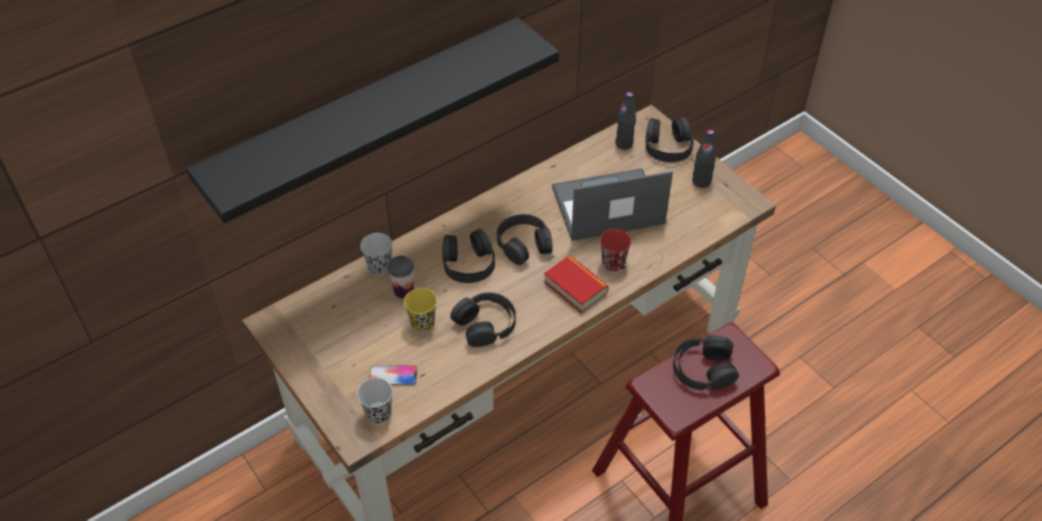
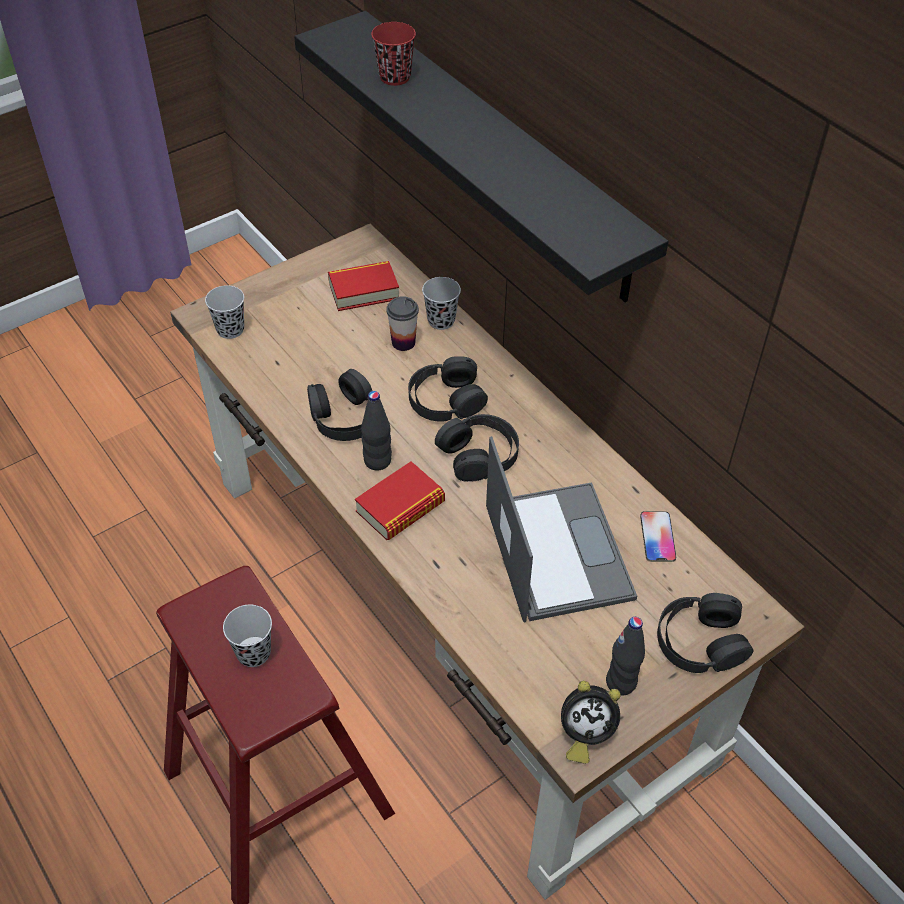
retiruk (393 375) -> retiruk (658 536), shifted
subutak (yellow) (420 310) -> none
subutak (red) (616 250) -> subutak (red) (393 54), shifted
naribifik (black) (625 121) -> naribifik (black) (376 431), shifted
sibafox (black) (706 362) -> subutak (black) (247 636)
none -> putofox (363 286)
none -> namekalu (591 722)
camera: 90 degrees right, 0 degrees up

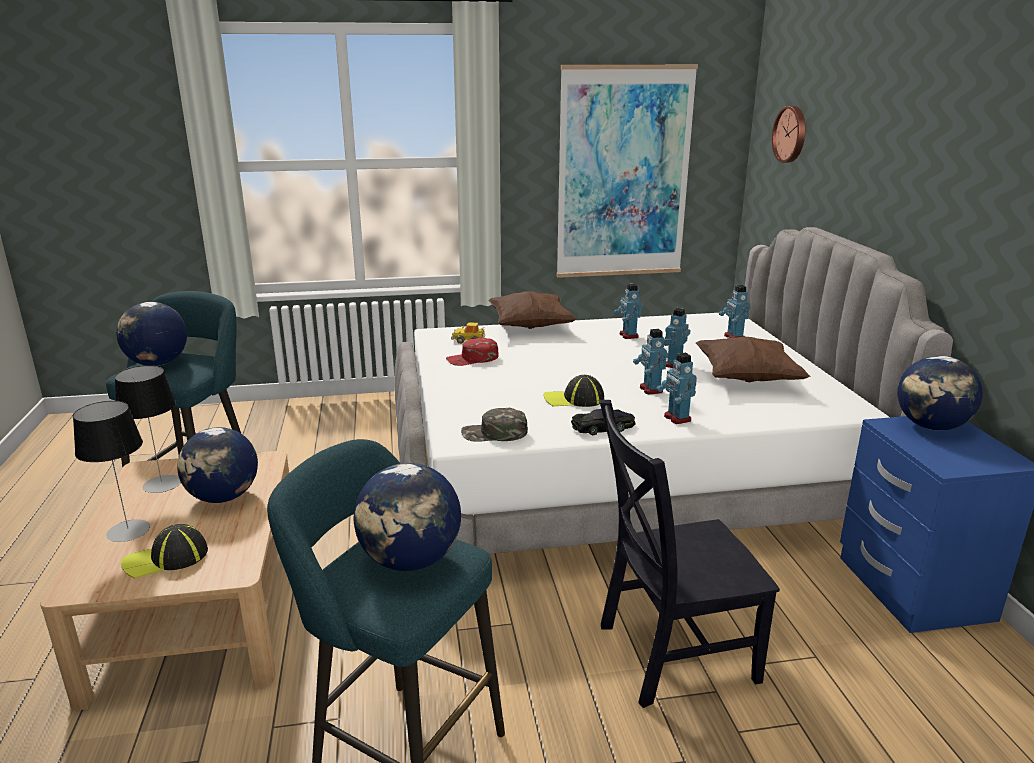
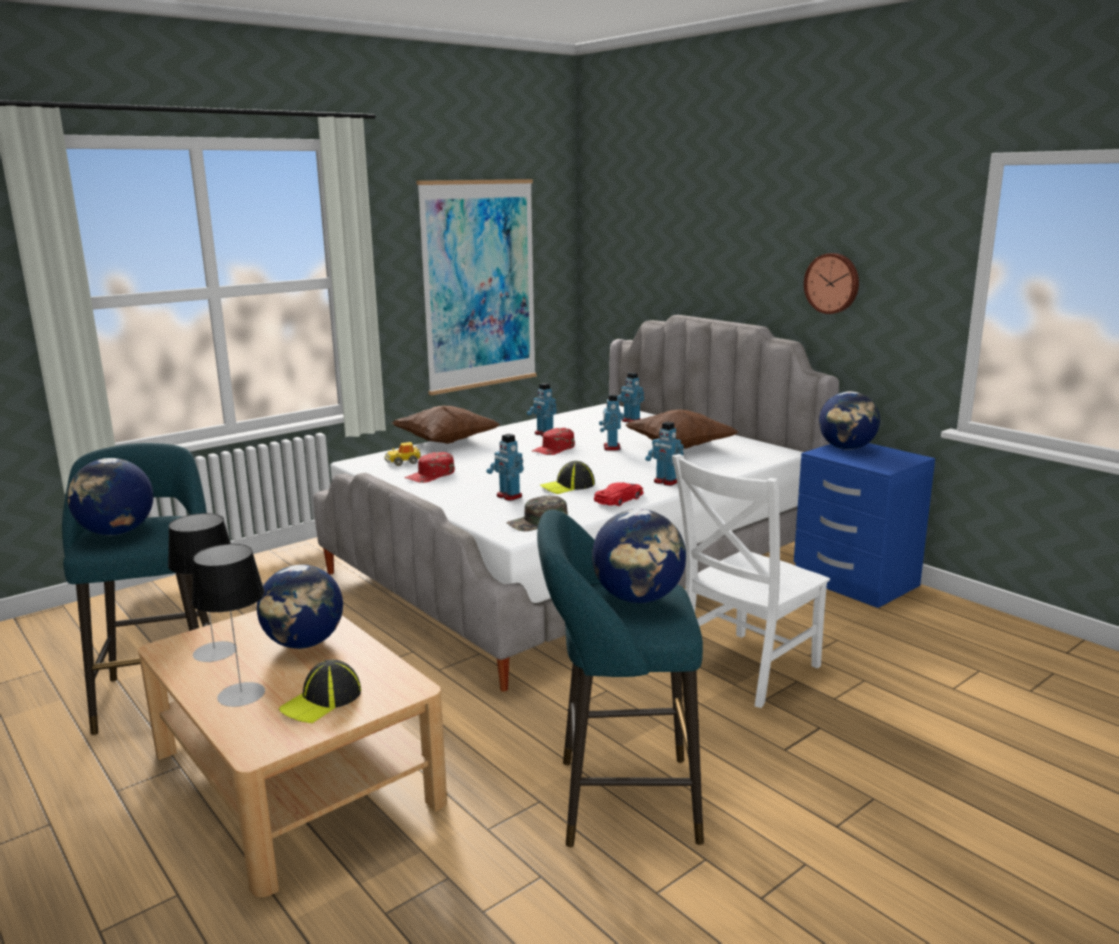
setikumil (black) (603 422) -> setikumil (red) (618 494)
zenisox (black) (689 554) -> zenisox (white) (751 581)
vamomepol (651 361) -> vamomepol (505 467), shifted
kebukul (788 134) -> kebukul (831 283), shifted
none -> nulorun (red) (553 441)
camera: 30 degrees left, 5 degrees down

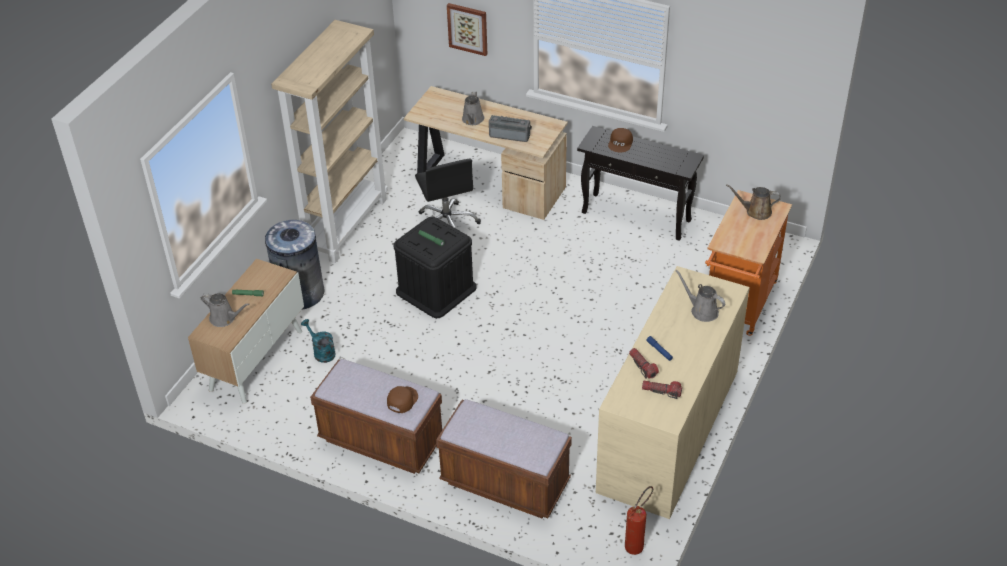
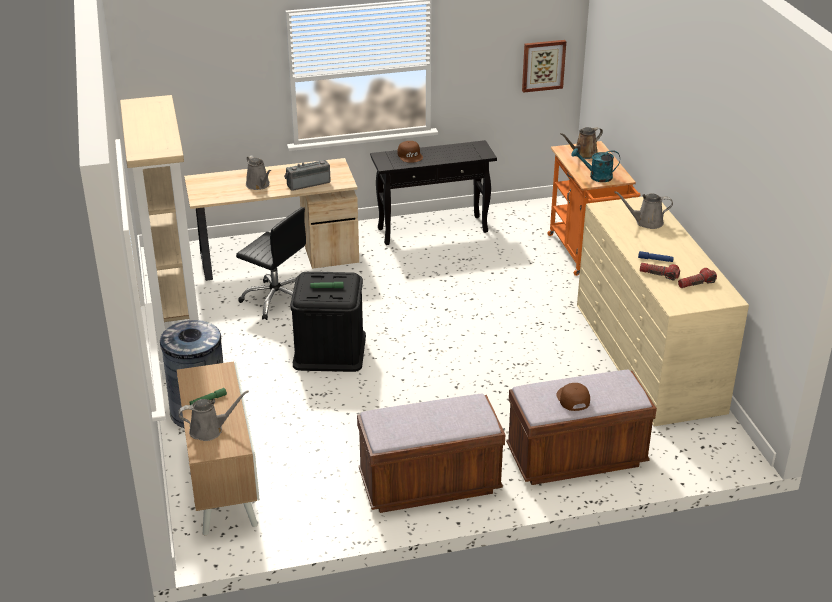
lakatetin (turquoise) (318 341) -> lakatetin (turquoise) (595 165), shifted
nulorun (brown) (402 399) -> nulorun (brown) (573 397), shifted
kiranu (467 29) -> kiranu (544 66), shifted
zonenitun (639 520) -> none
camera: 40 degrees left, 10 degrees down

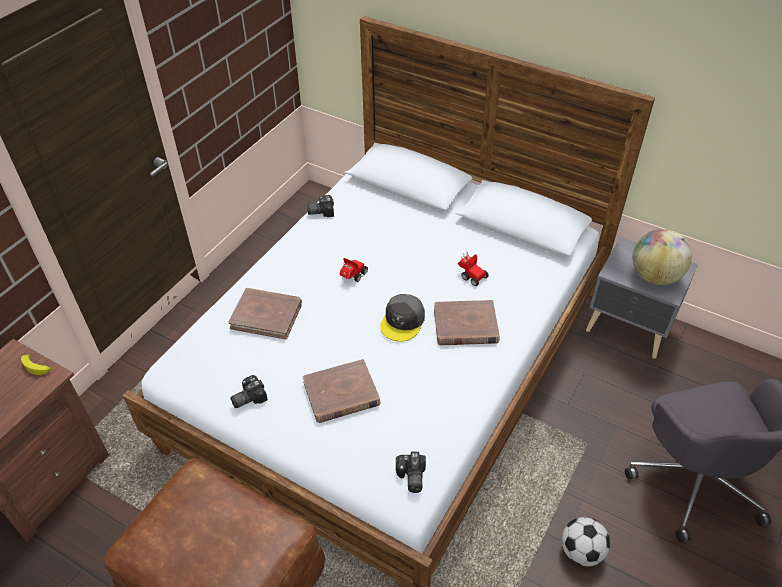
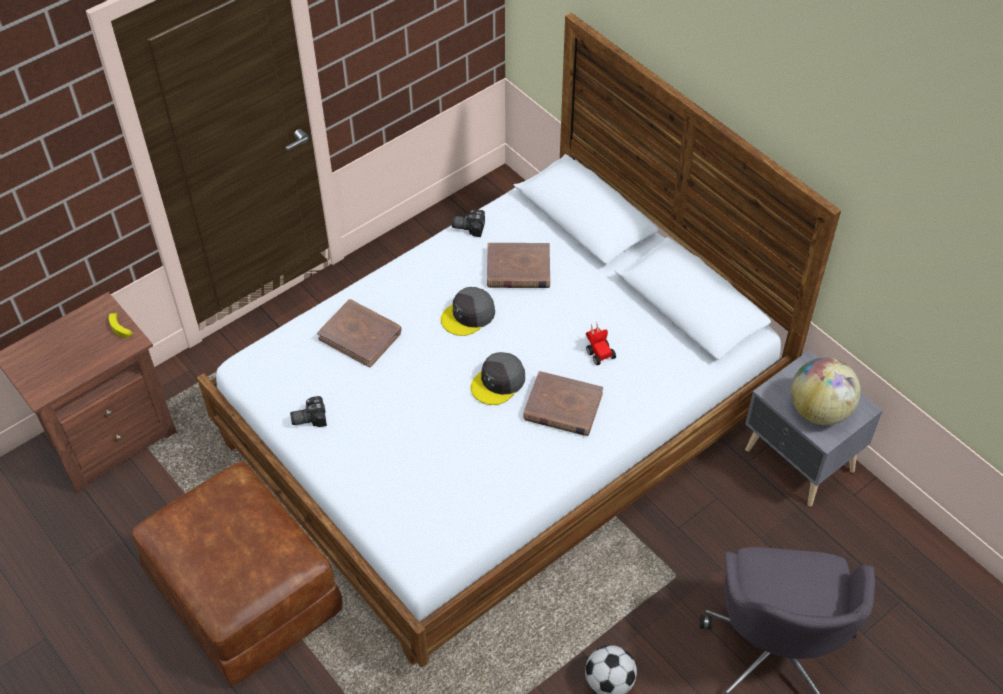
putofox (brown) (341 391) -> putofox (brown) (518 265), shifted
setikumil (354 270) -> nulorun (grey) (468 311)
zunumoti (411 472) -> none
camera: 20 degrees right, 5 degrees up

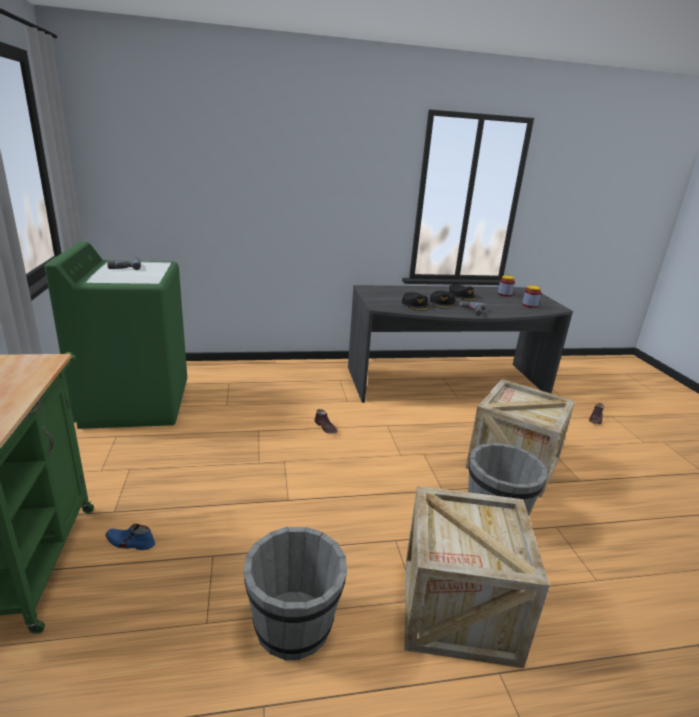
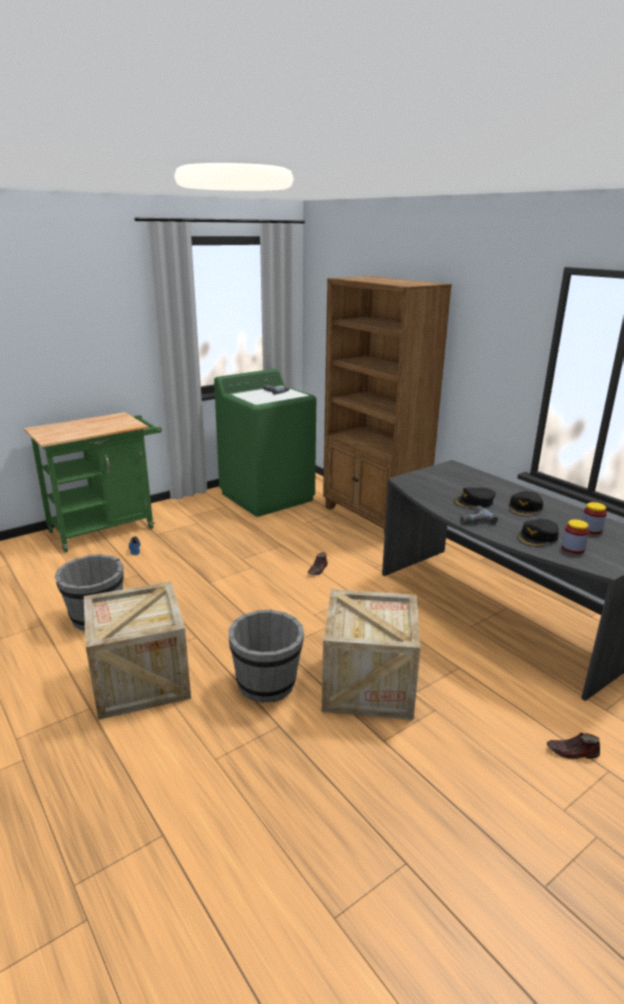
nulorun (black) (416 301) -> nulorun (black) (538 533), shifted
none -> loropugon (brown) (387 406)
camera: 65 degrees right, 0 degrees up

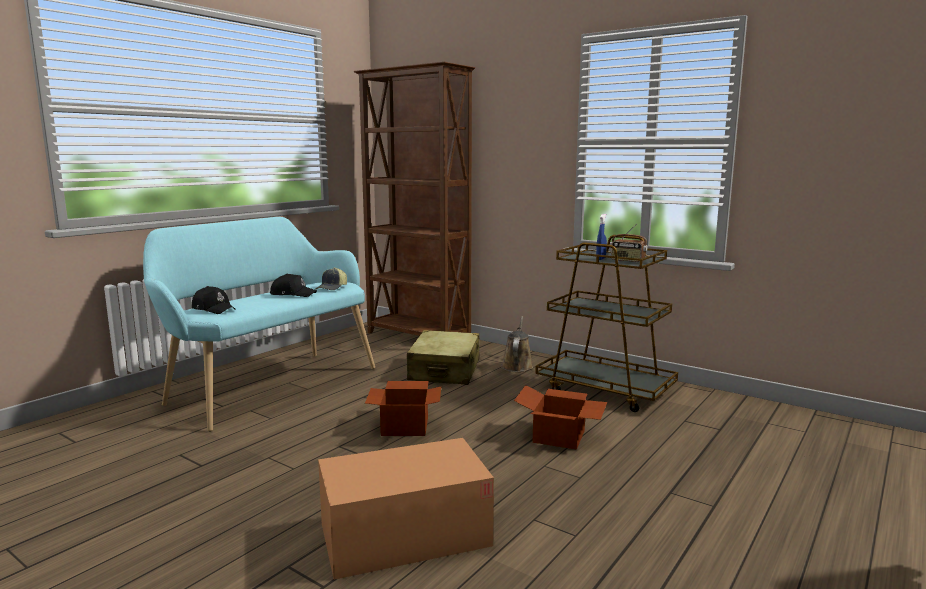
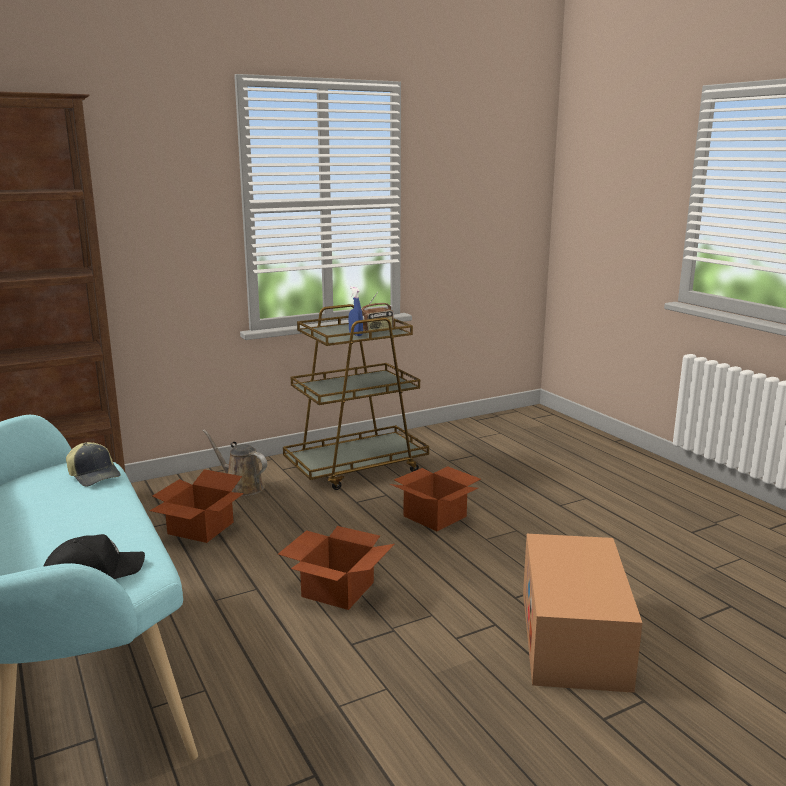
nulorun (black) (293 285) -> none
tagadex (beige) (443 357) -> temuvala (197 506)
camera: 65 degrees left, 5 degrees up

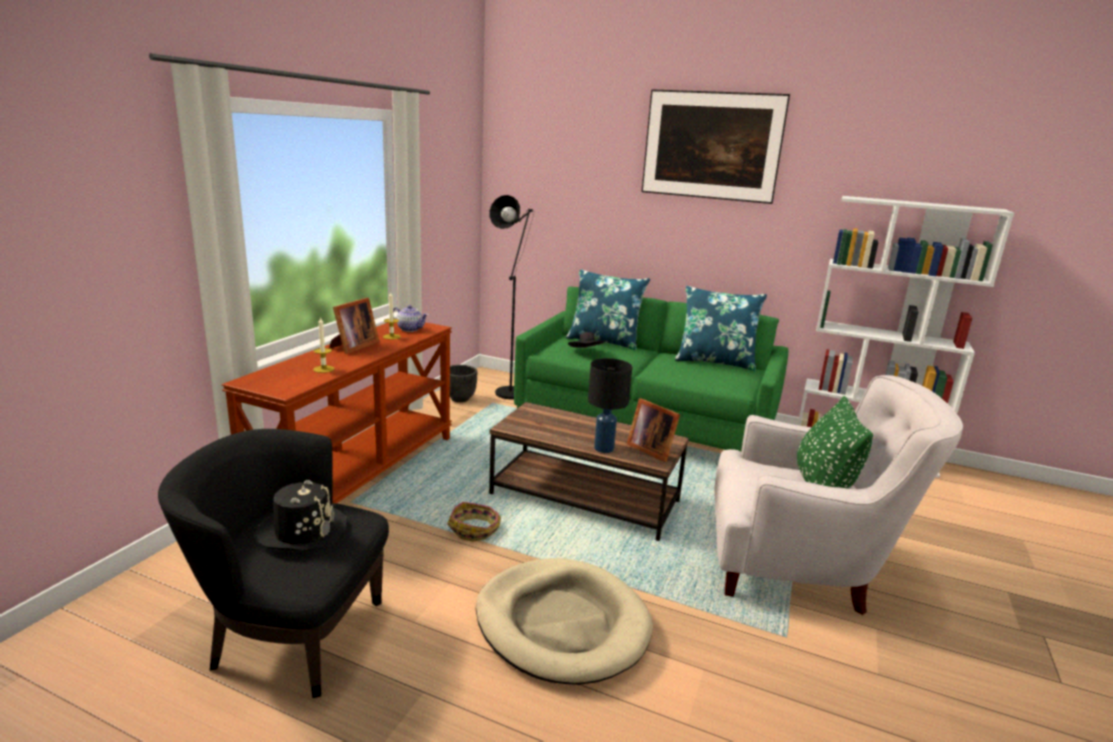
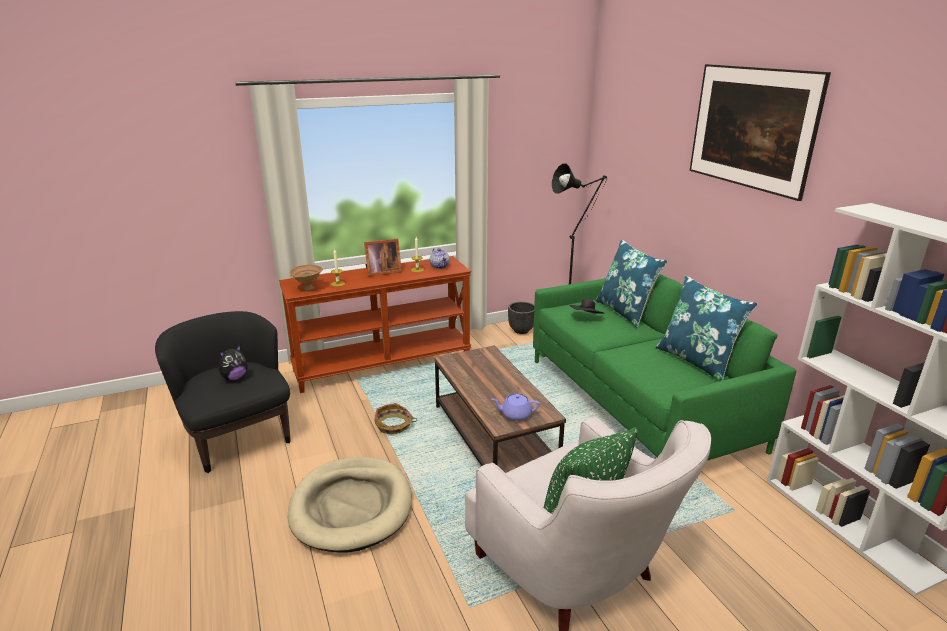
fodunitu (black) (300 515) -> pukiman (233 363)
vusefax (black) (610 405) -> none
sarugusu (653 430) -> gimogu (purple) (516 407)
none -> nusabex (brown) (306 278)
camera: 45 degrees right, 5 degrees up

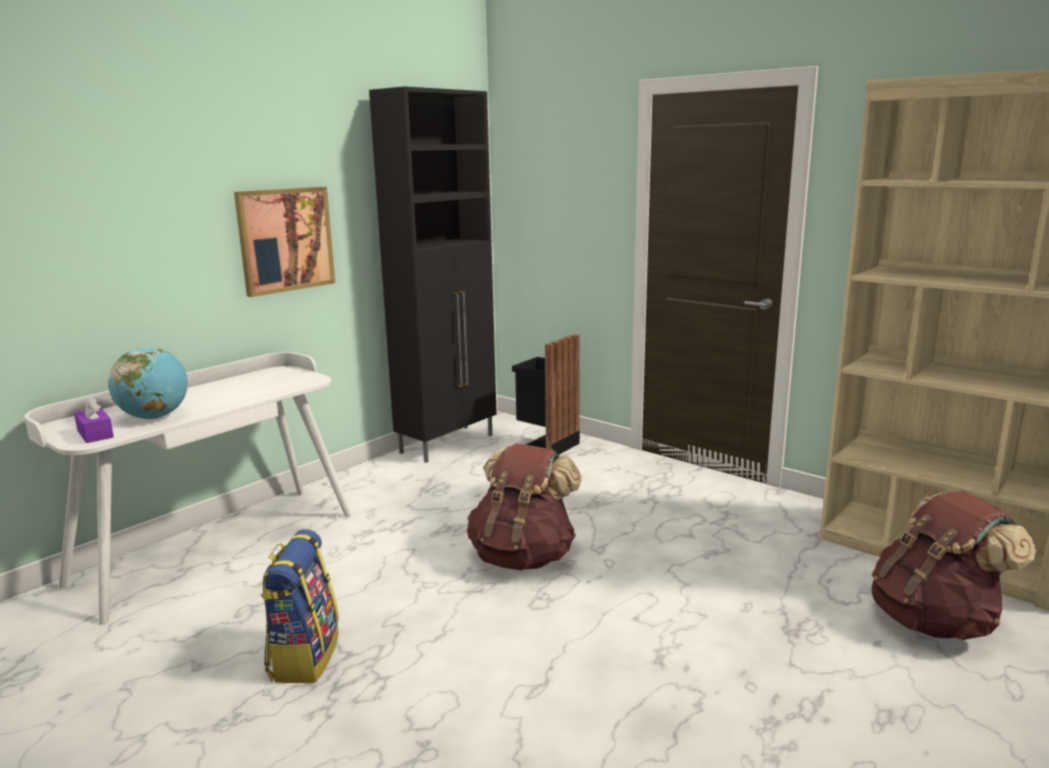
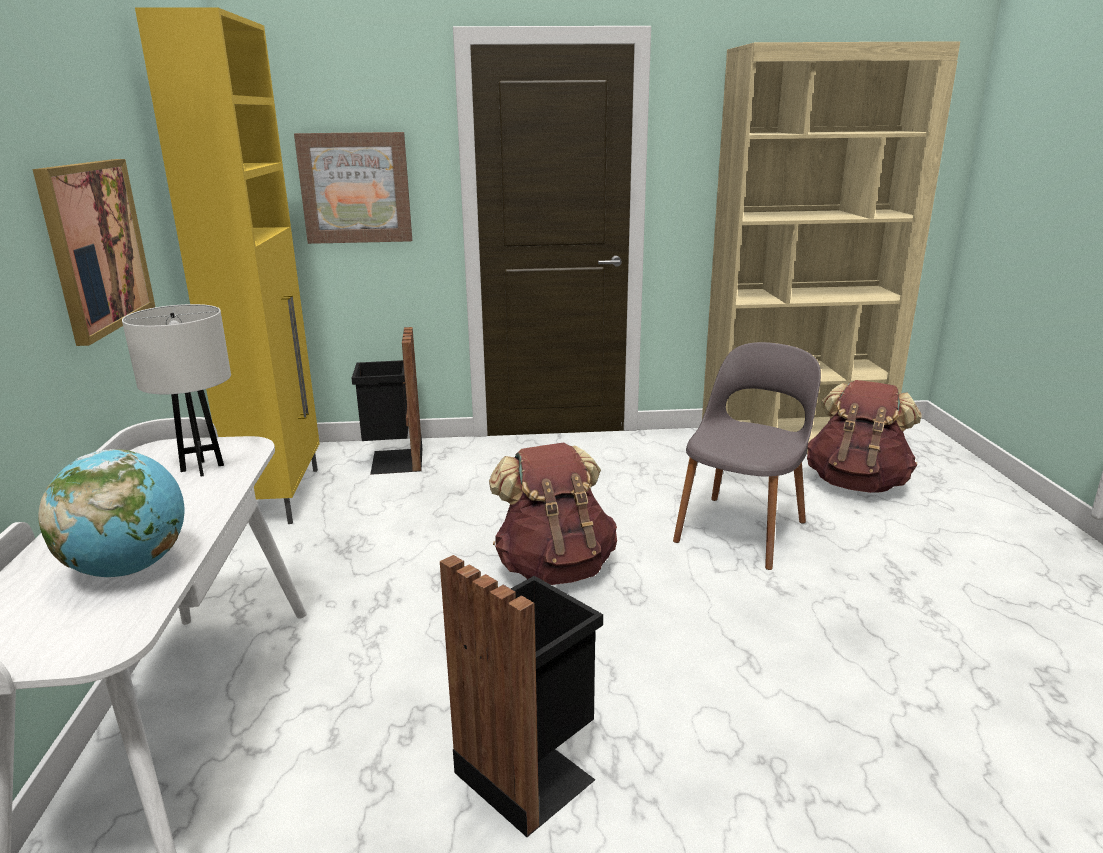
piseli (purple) (94 419) -> none
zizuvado (300 606) -> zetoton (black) (521 696)
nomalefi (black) (433 274) -> nomalefi (yellow) (227 265)
none -> vusefax (white) (176 390)
none -> kiranu (353 188)
none -> zenisox (grey) (747 456)
camera: 45 degrees left, 5 degrees up

